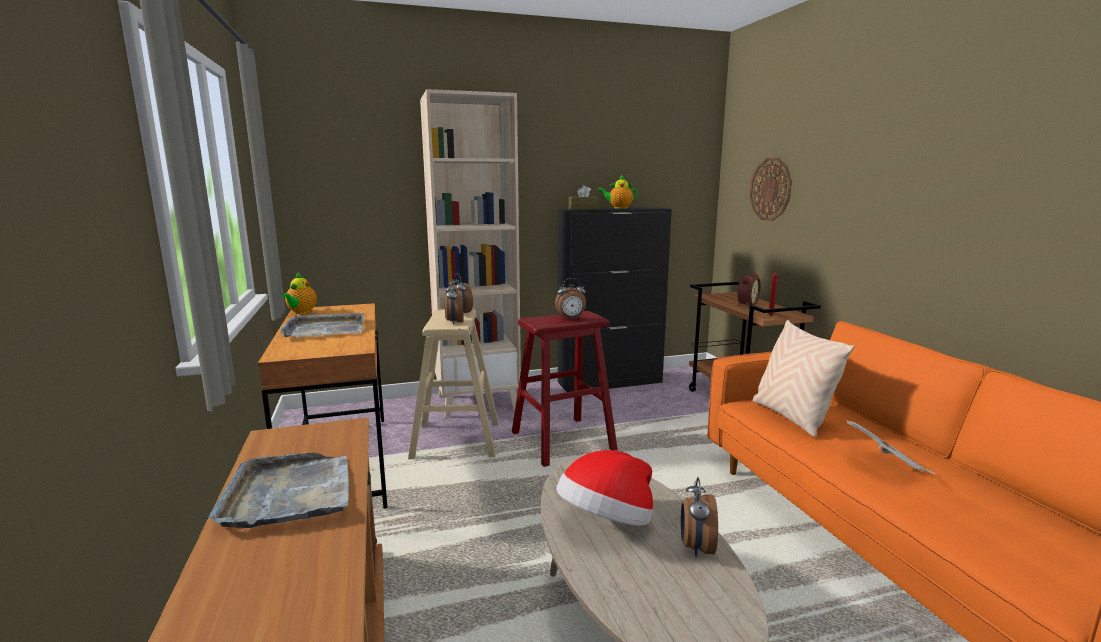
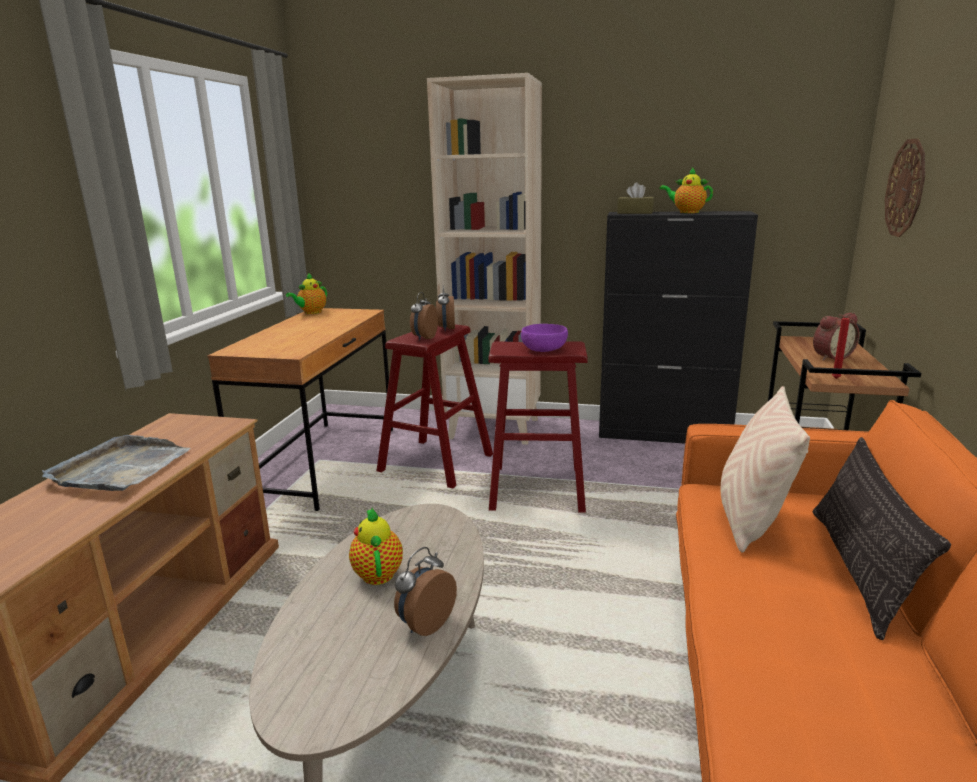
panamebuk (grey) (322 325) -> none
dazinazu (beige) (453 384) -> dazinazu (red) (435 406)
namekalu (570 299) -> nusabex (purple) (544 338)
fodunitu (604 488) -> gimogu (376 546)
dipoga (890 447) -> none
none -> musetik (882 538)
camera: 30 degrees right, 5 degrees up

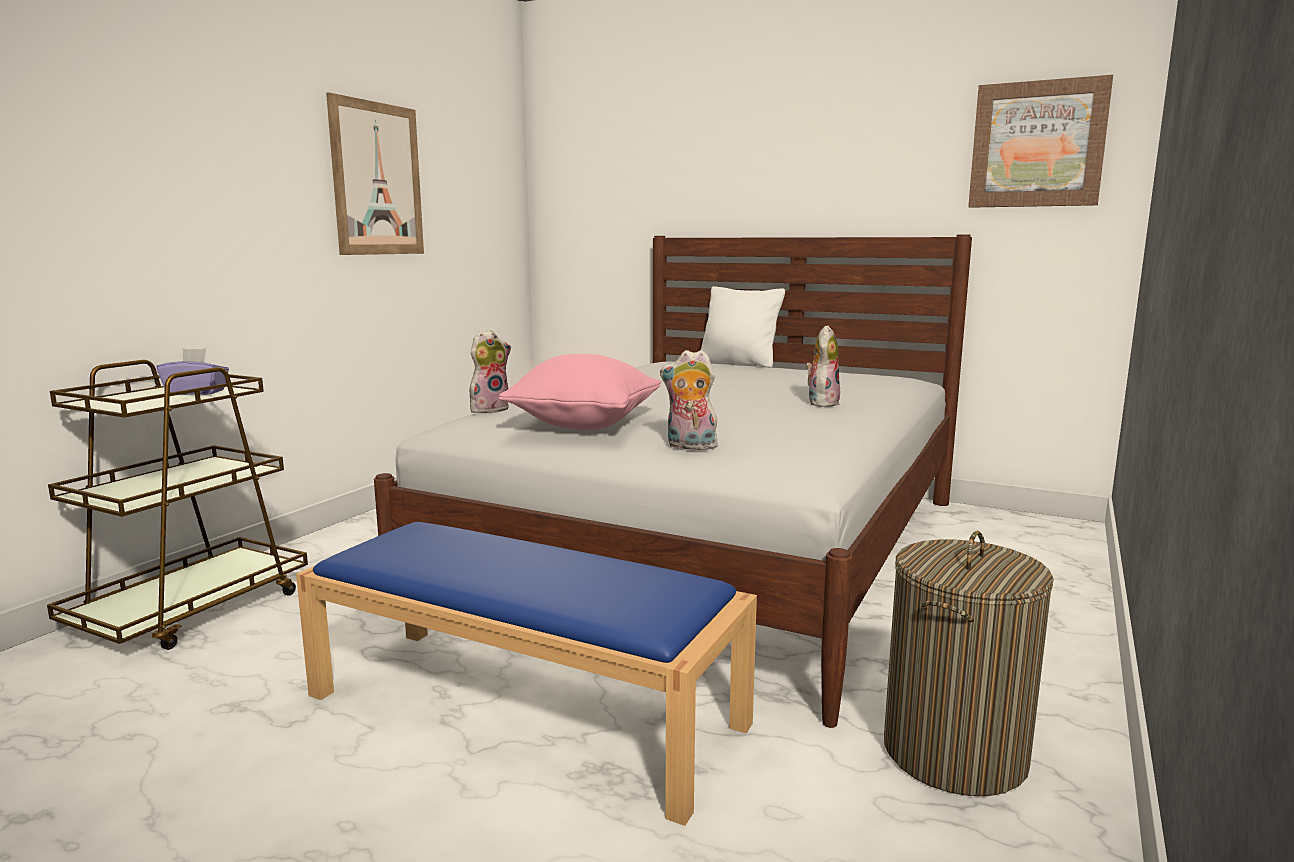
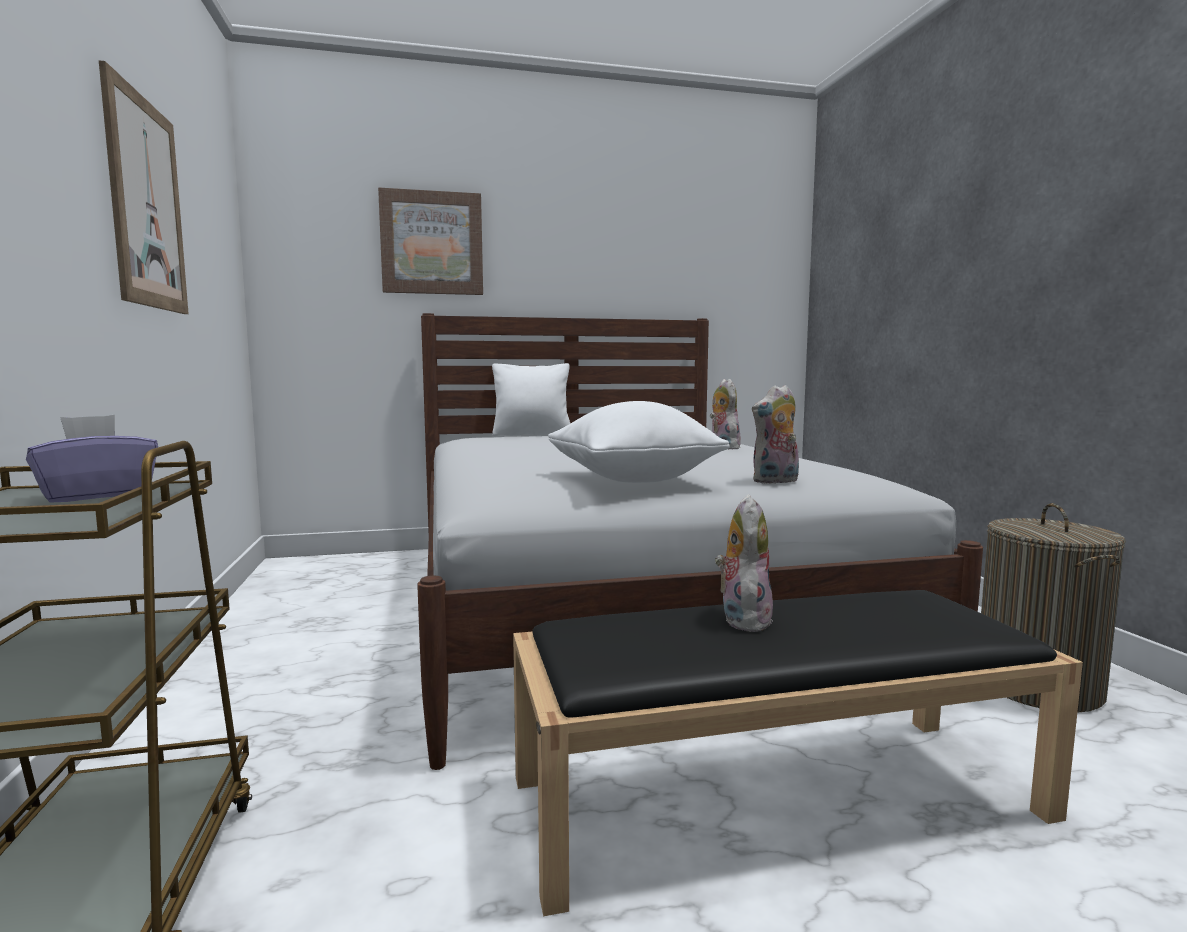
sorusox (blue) (526 674) -> sorusox (black) (798 753)
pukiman (490 371) -> pukiman (744 563), shifted
musetik (pink) (579 392) -> musetik (white) (639 442)
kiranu (1040 141) -> kiranu (430 241), shifted
camera: 40 degrees left, 5 degrees down

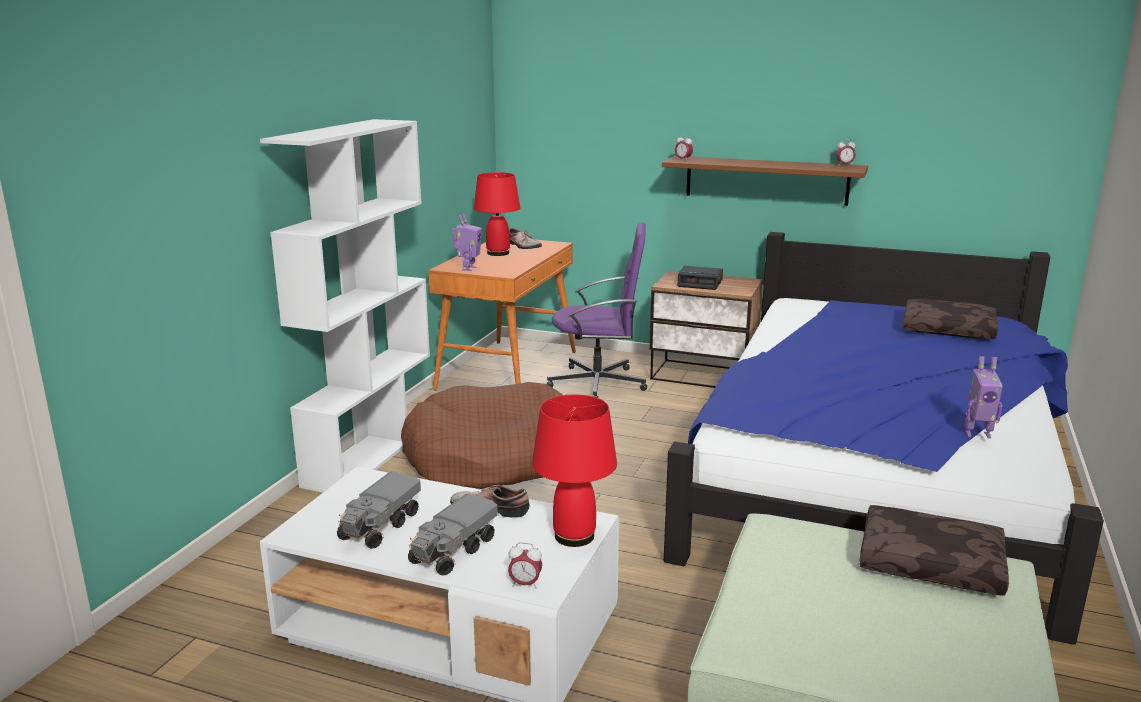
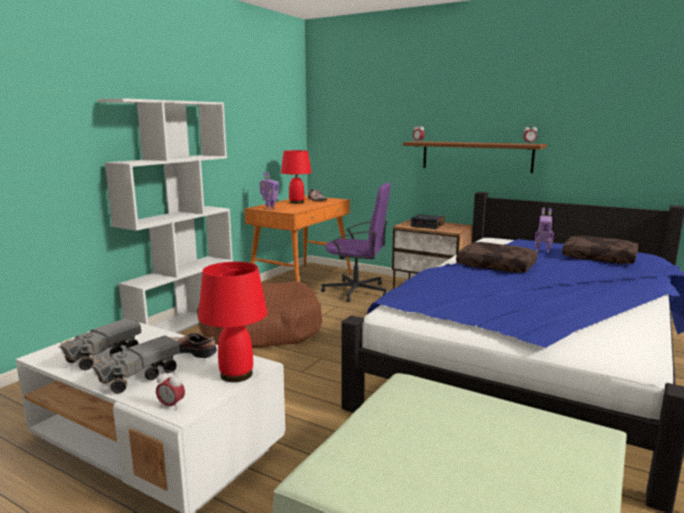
musetik (brown) (934 550) -> musetik (brown) (497 257), shifted
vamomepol (984 397) -> vamomepol (544 230), shifted
camera: 10 degrees right, 5 degrees down

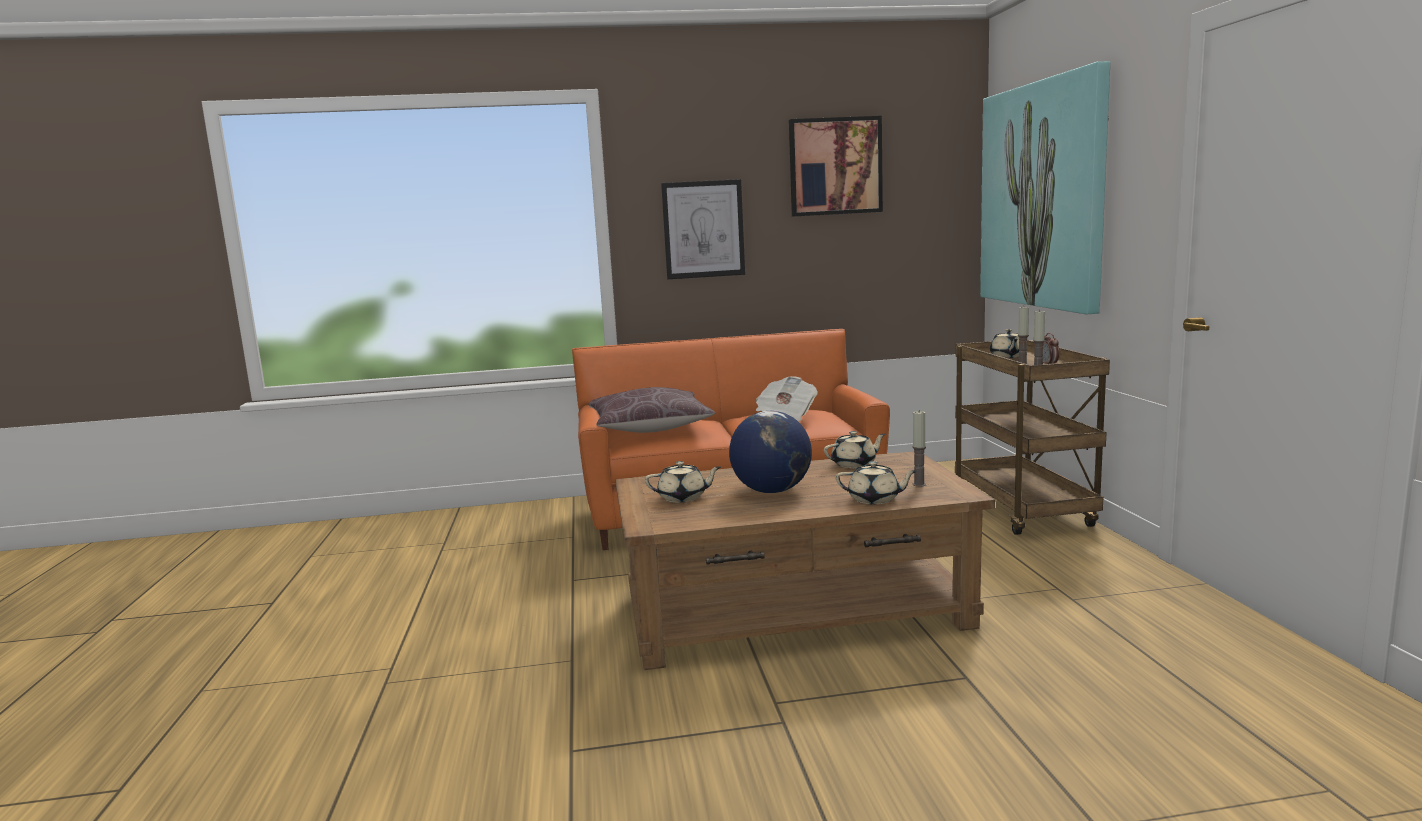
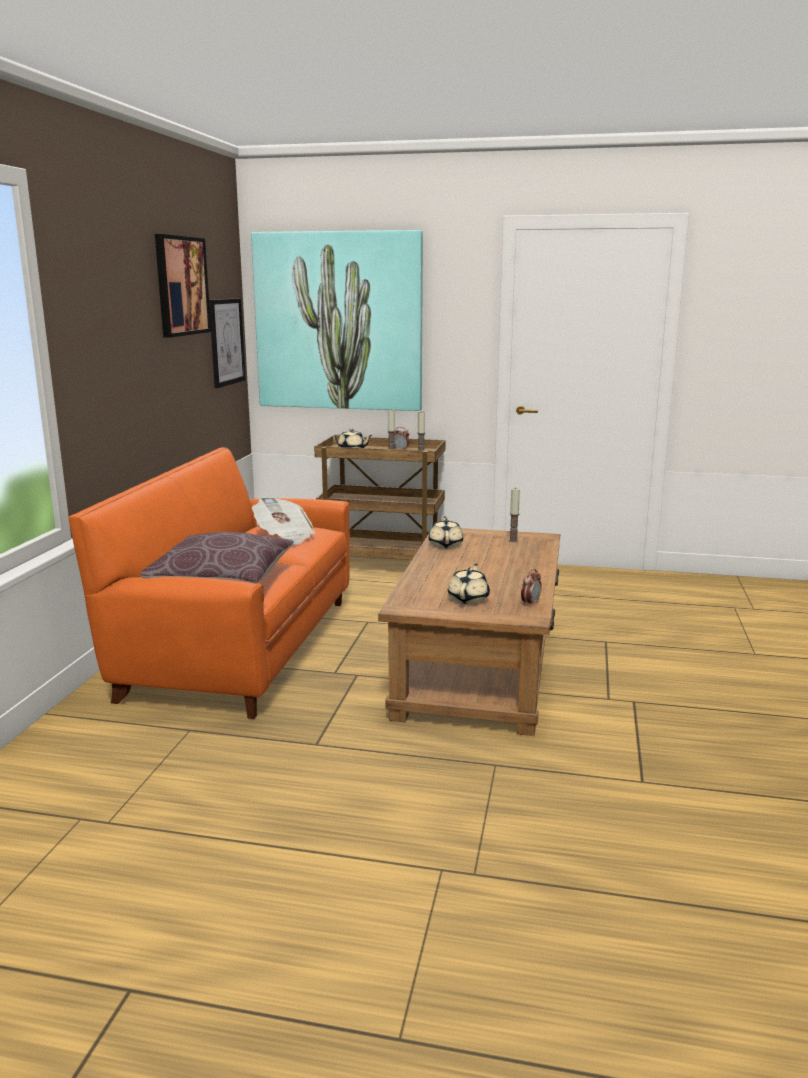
kiranu (703 229) -> kiranu (227 343), shifted
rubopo (770 452) -> none
gimogu (beige) (876 483) -> none
none -> namekalu (531 588)
camera: 70 degrees left, 5 degrees up

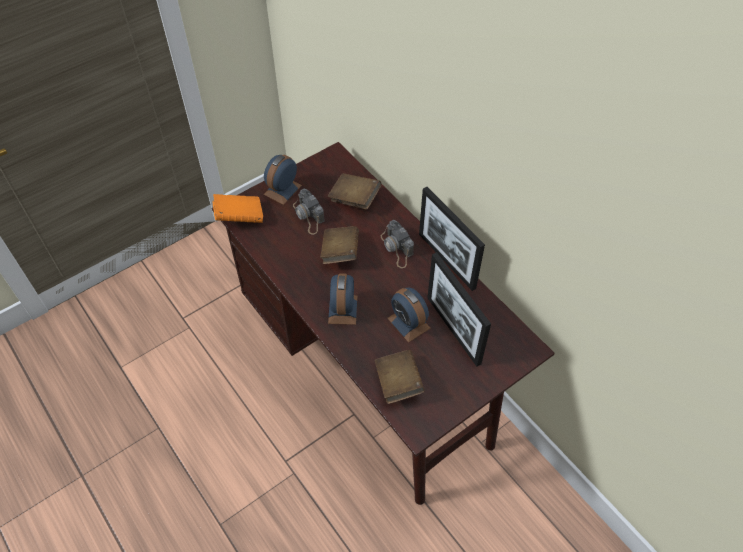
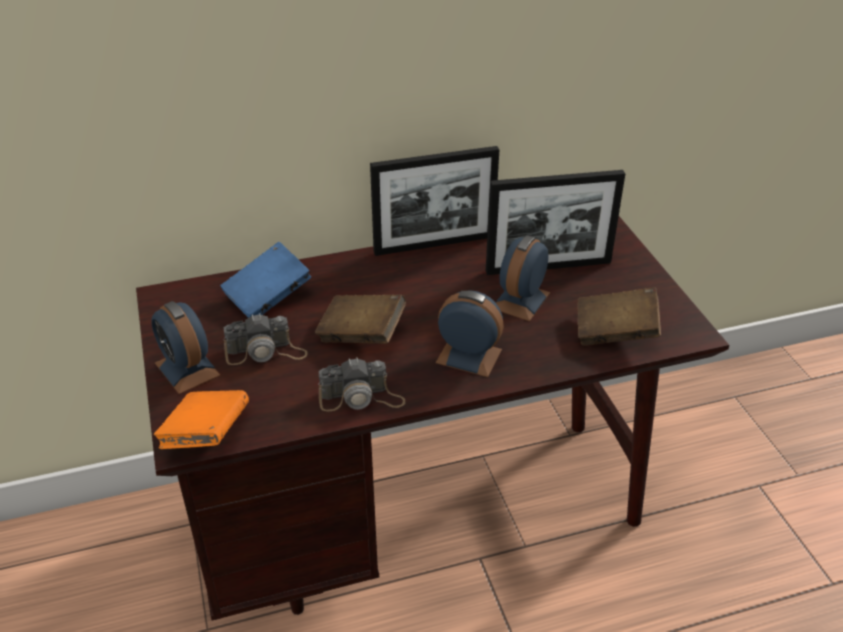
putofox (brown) (355 191) -> putofox (blue) (265 280)
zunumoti (397 244) -> zunumoti (361 384), shifted
namekalu (408 315) -> namekalu (523 278), 135 degrees clockwise
camera: 70 degrees left, 15 degrees down

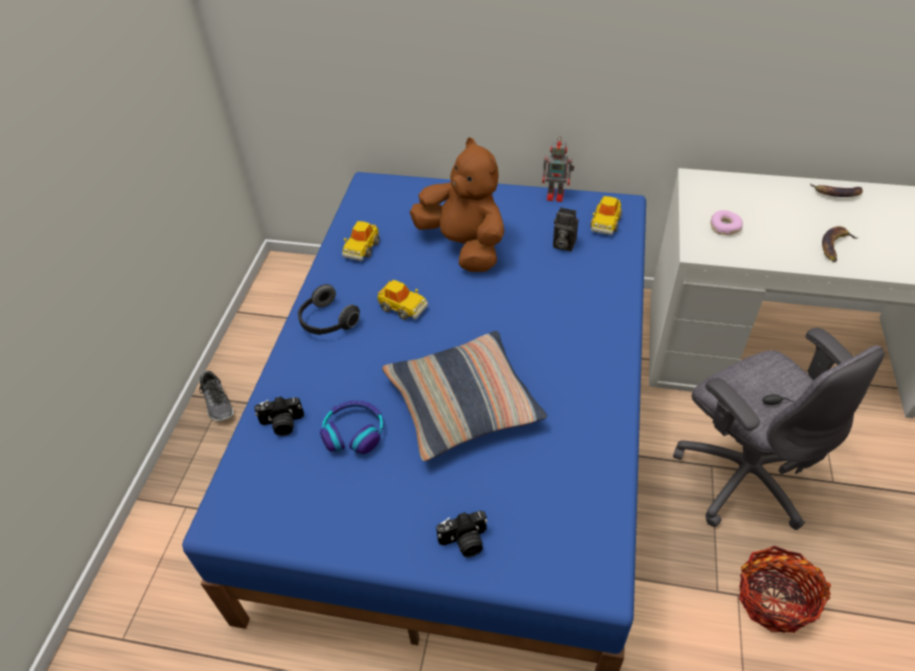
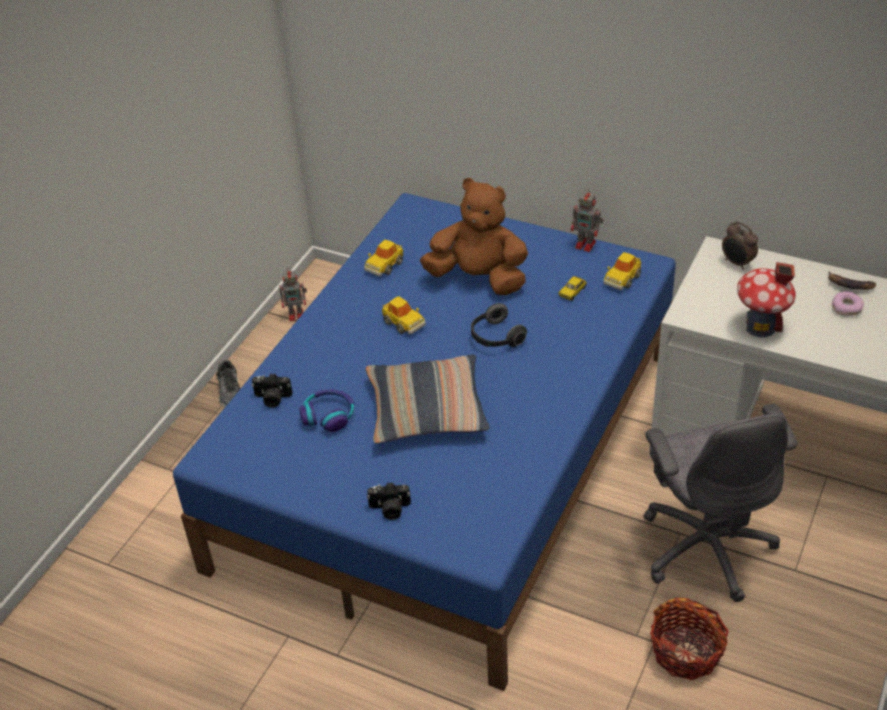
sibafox (329 309) -> sibafox (499 325), shifted
pukiman (brown) (457 204) -> pukiman (brown) (474 236), 45 degrees counterclockwise
zunumoti (565 229) -> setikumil (572 288)
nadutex (726 222) -> nadutex (848 303), shifted
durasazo (840 244) -> none
none -> vamomepol (293 294)
none -> namekalu (740 245)
none -> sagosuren (766 299)
camera: 15 degrees right, 5 degrees down

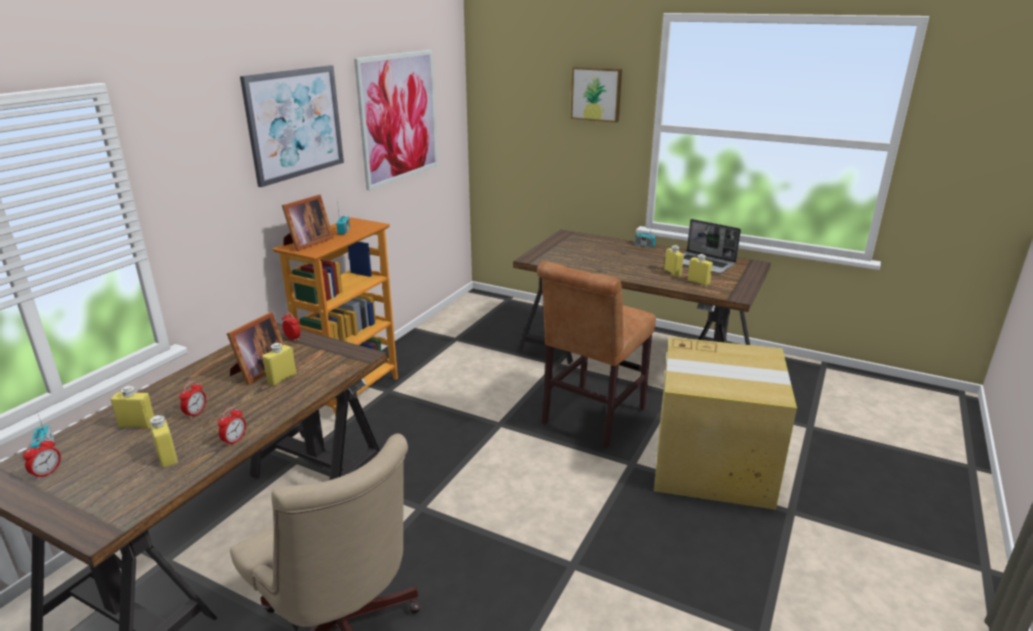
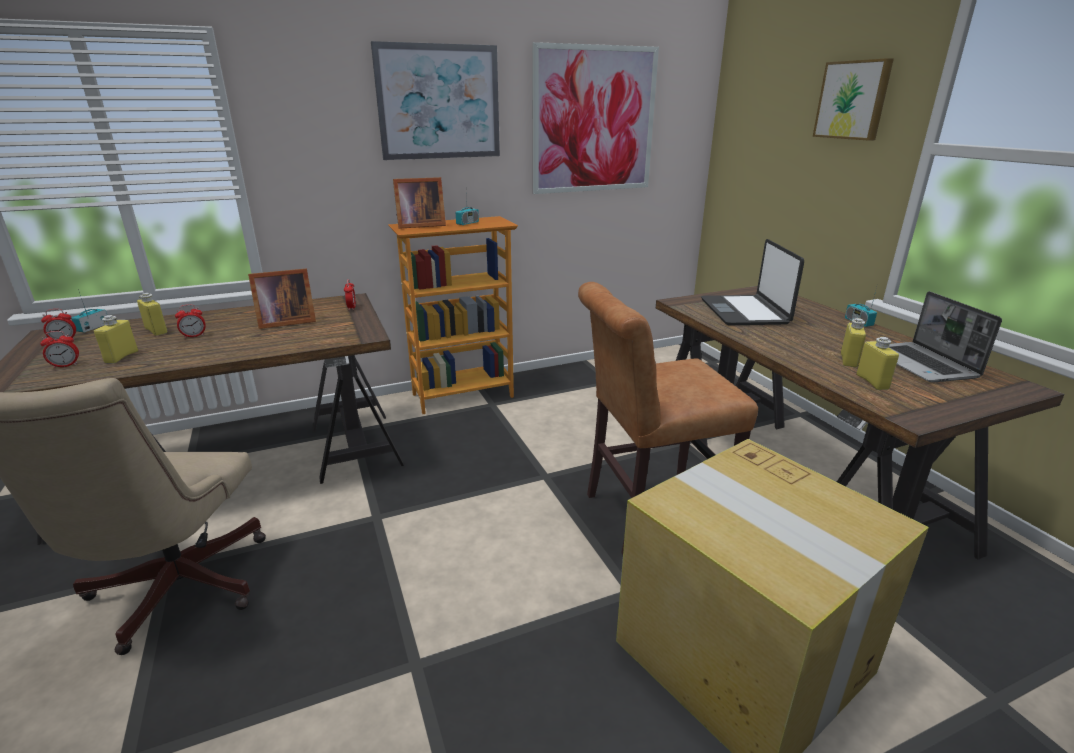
namekalu (232 427) -> namekalu (59 350), shifted
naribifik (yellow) (279 364) -> none
none -> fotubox (752 282)
camera: 40 degrees right, 0 degrees up

